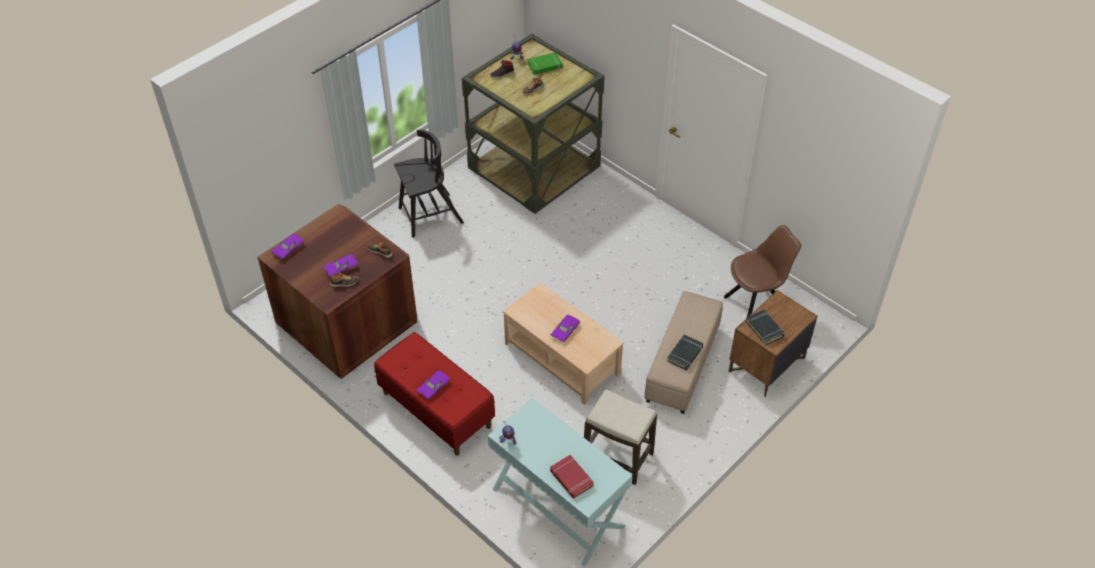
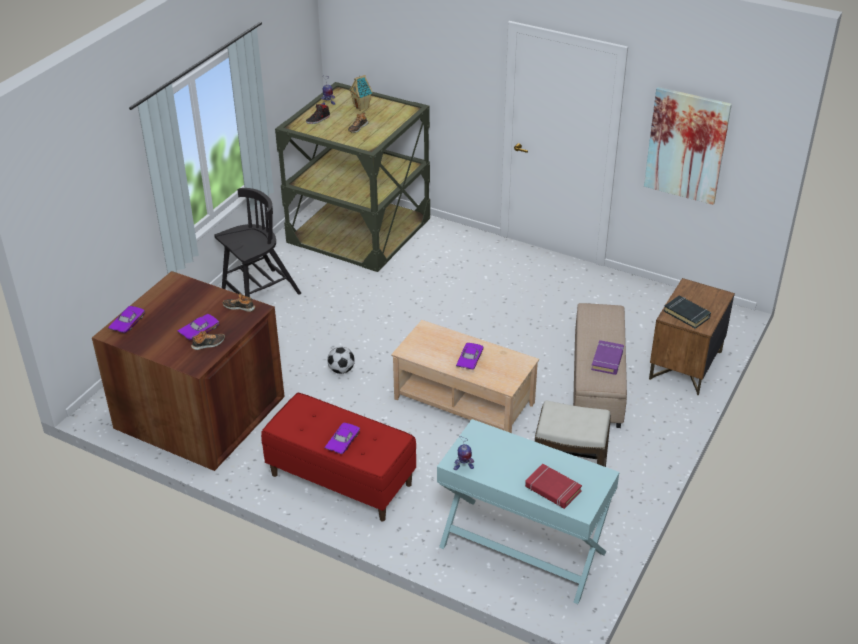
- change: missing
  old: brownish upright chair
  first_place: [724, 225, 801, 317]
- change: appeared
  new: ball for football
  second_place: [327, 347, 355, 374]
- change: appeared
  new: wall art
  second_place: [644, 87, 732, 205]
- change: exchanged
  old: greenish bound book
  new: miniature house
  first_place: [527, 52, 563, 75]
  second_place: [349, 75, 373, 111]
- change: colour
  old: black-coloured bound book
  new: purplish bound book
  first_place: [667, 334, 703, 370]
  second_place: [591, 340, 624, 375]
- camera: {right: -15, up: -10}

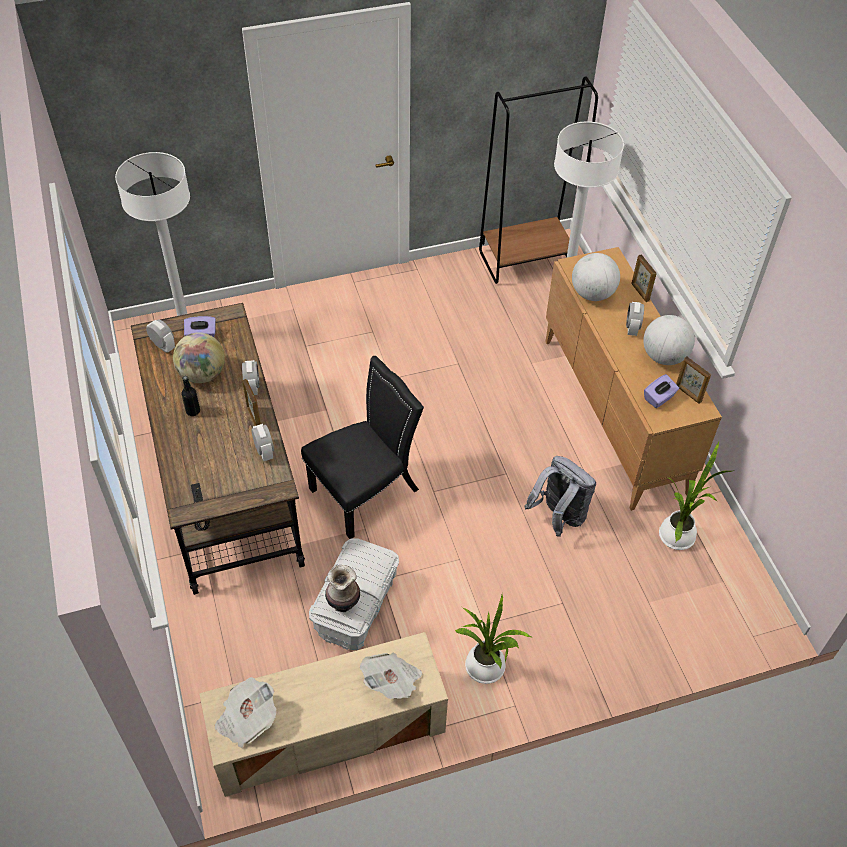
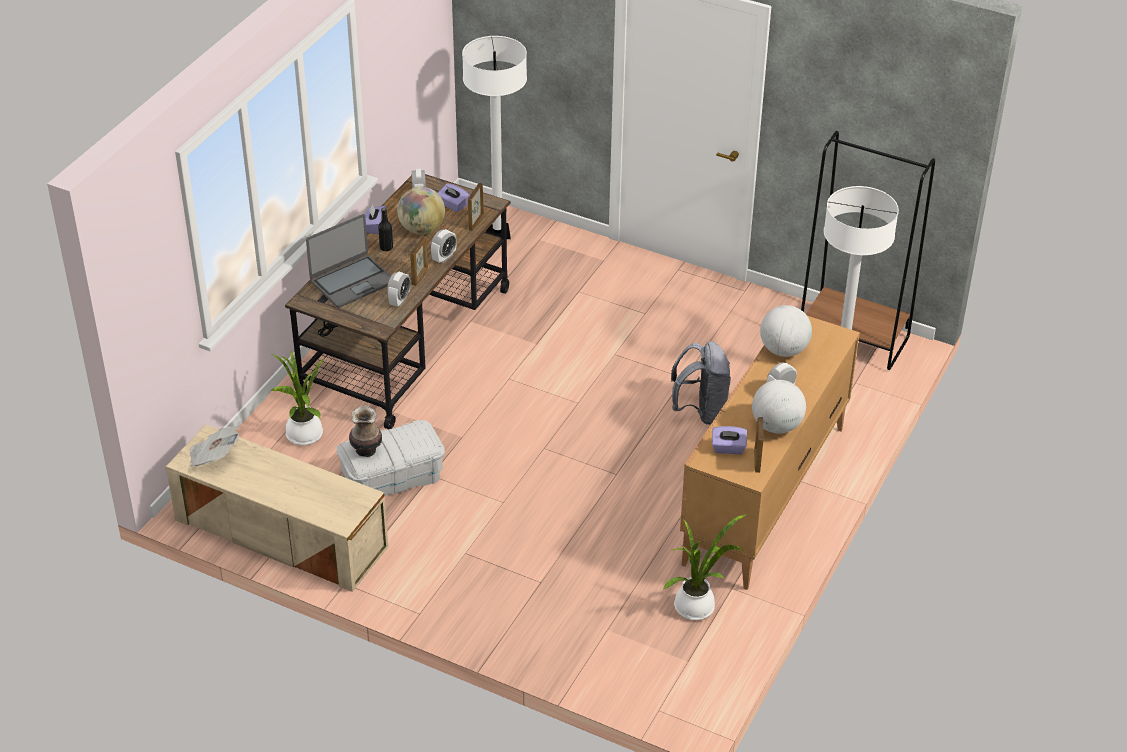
- change: missing
  old: black-coloured upright chair
  first_place: [301, 356, 424, 539]
- change: missing
  old: daily paper
  first_place: [360, 652, 423, 699]
- change: appeared
  new: laptop
  second_place: [306, 214, 391, 308]
- change: appeared
  new: purplish tissue box
  second_place: [365, 204, 386, 234]
- change: relocated
  old: houseplant
  first_place: [455, 594, 531, 684]
  second_place: [270, 351, 323, 446]
- change: relocated
  old: gray knapsack
  first_place: [524, 456, 596, 537]
  second_place: [671, 341, 730, 425]
- change: relocated
  old: standing frame
  first_place: [631, 254, 656, 302]
  second_place: [468, 183, 484, 231]
- camera: {right: 45, up: -10}

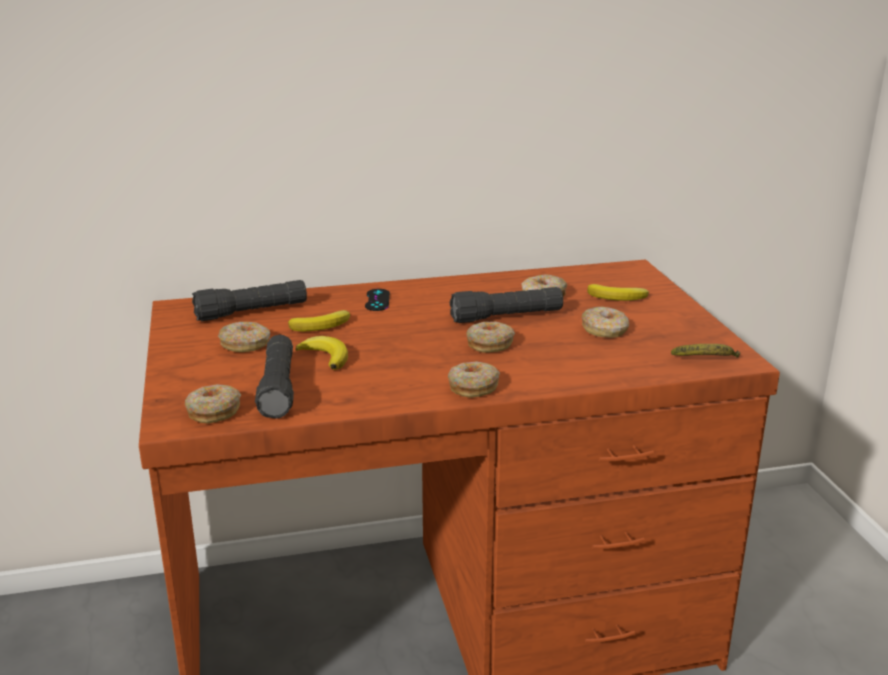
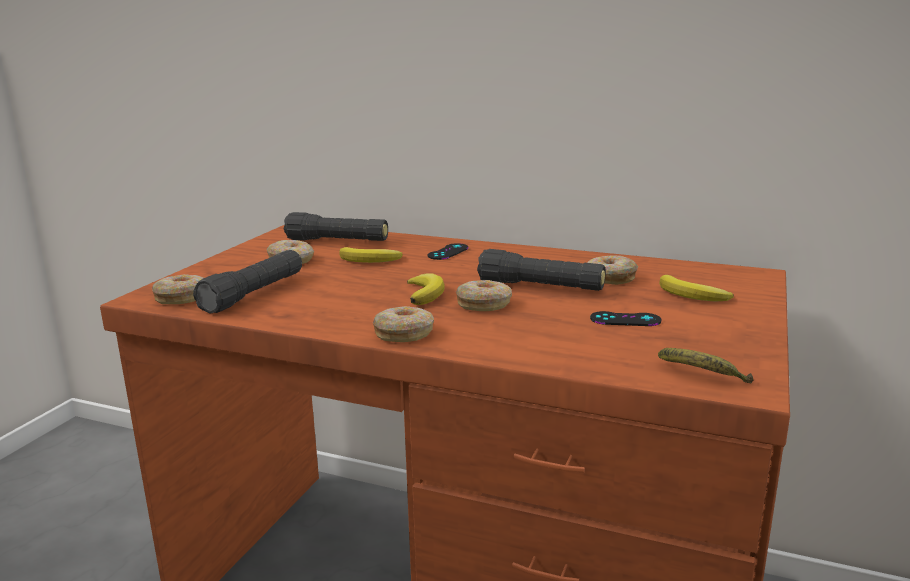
- change: relocated
  old: banana fruit
  first_place: [295, 336, 348, 370]
  second_place: [407, 273, 444, 305]
- change: exchanged
  old: ring doughnut
  new: black-coloured gamepad
  first_place: [582, 307, 629, 338]
  second_place: [590, 311, 661, 326]
- camera: {right: 35, up: -5}

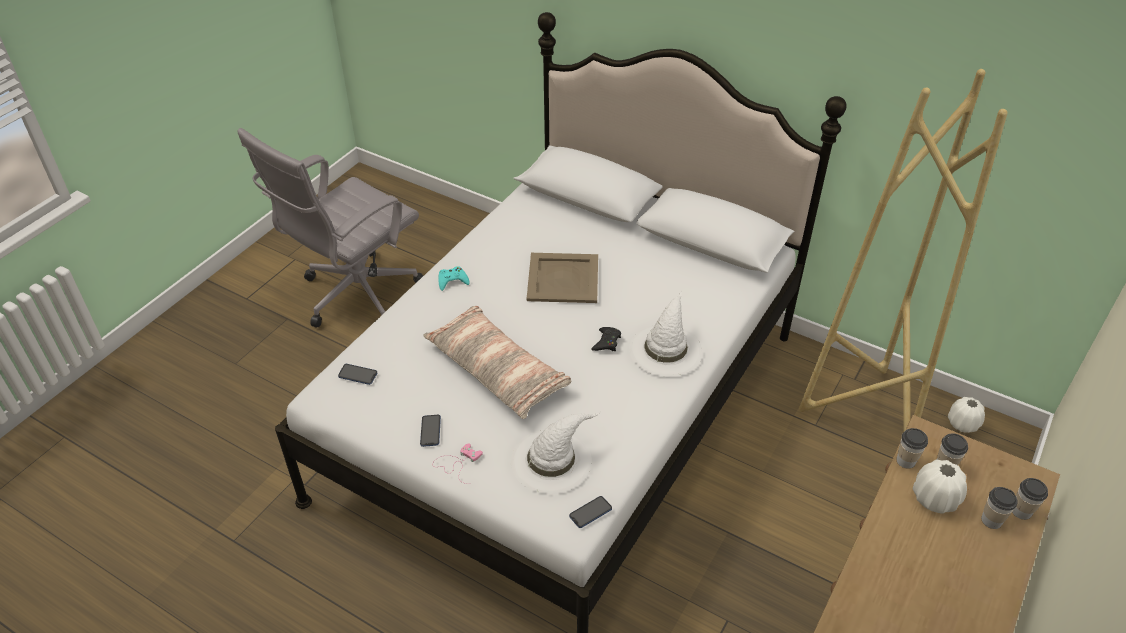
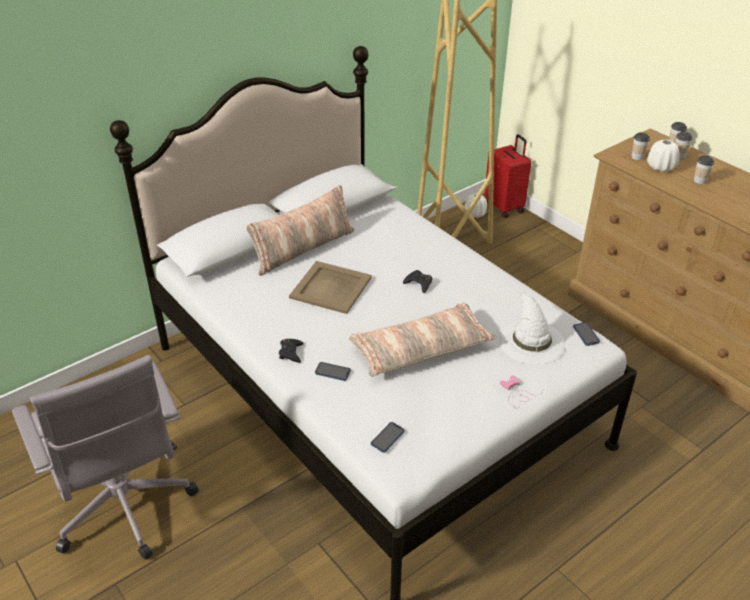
- change: missing
  old: whitish clothing hat
  first_place: [629, 291, 702, 377]
- change: appeared
  new: cushion
  second_place: [246, 185, 354, 276]
- change: appeared
  new: reddish piece of luggage
  second_place: [484, 134, 531, 218]
- change: relocated
  old: telephone
  first_place: [420, 415, 441, 447]
  second_place: [315, 362, 351, 381]
- change: relocated
  old: drinking cup
  first_place: [897, 428, 928, 469]
  second_place: [694, 155, 714, 184]
- change: colour
  old: turquoise-coloured gamepad
  new: black-coloured gamepad
  first_place: [438, 266, 470, 291]
  second_place: [279, 339, 304, 363]
- camera: {right: -70, up: -5}

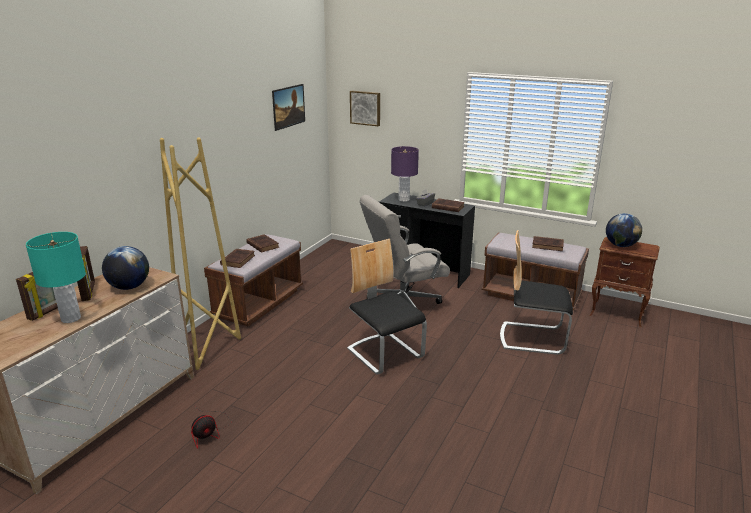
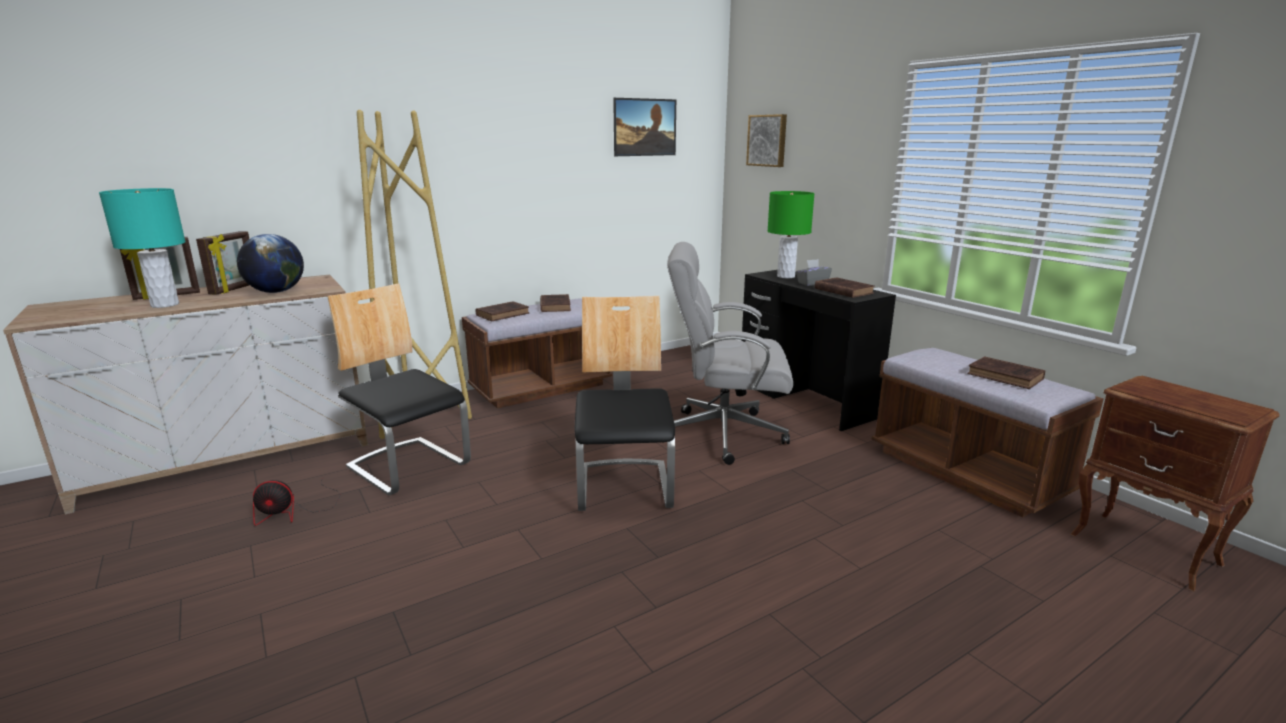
- change: missing
  old: world globe
  first_place: [606, 213, 642, 247]
- change: relocated
  old: upright chair
  first_place: [500, 230, 573, 355]
  second_place: [327, 283, 471, 495]
- change: colour
  old: purplish tabletop lamp
  new: greenish tabletop lamp
  first_place: [391, 146, 419, 202]
  second_place: [767, 191, 815, 278]
- camera: {right: 30, up: -5}

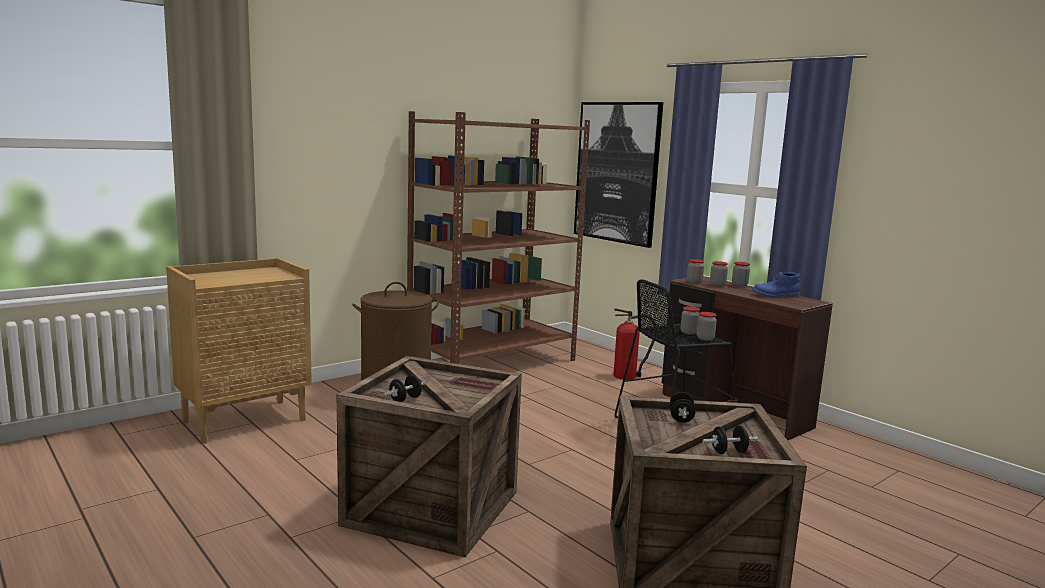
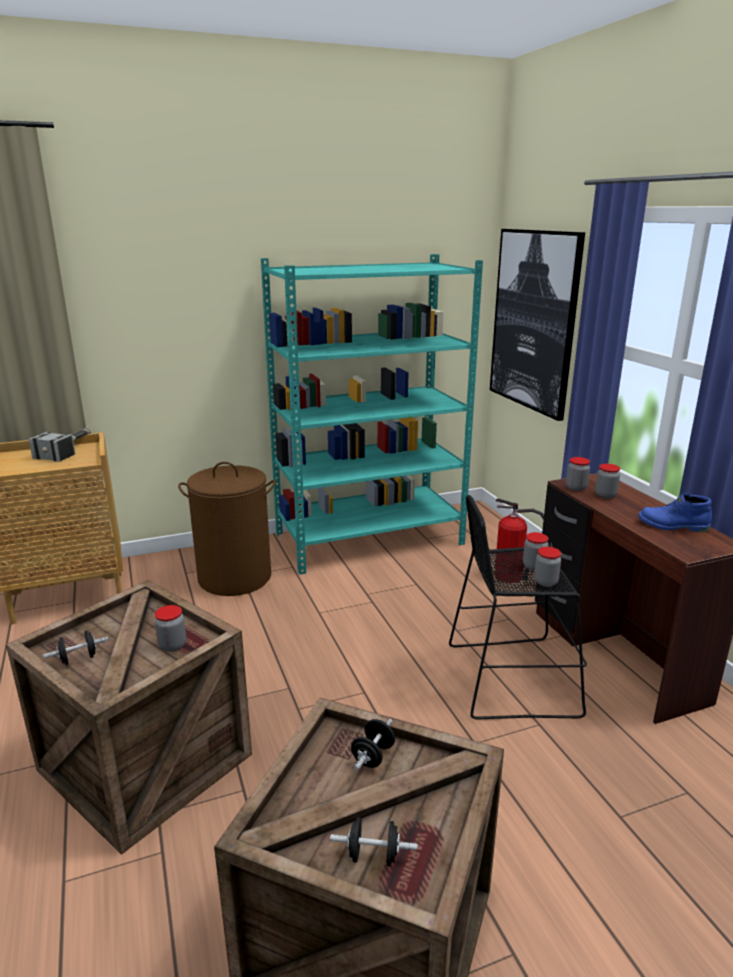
- change: appeared
  new: tool hammer
  second_place: [29, 427, 91, 462]
- change: relocated
  old: preserve jar
  first_place: [732, 262, 750, 287]
  second_place: [155, 605, 186, 652]
- change: colour
  old: brownish bookshelf
  new: turquoise-coloured bookshelf
  first_place: [407, 111, 590, 364]
  second_place: [261, 254, 483, 575]
- camera: {right: 20, up: 10}

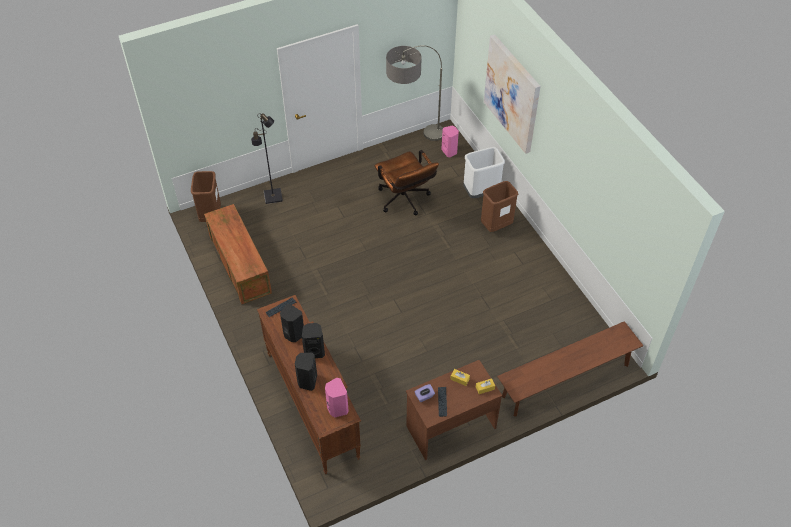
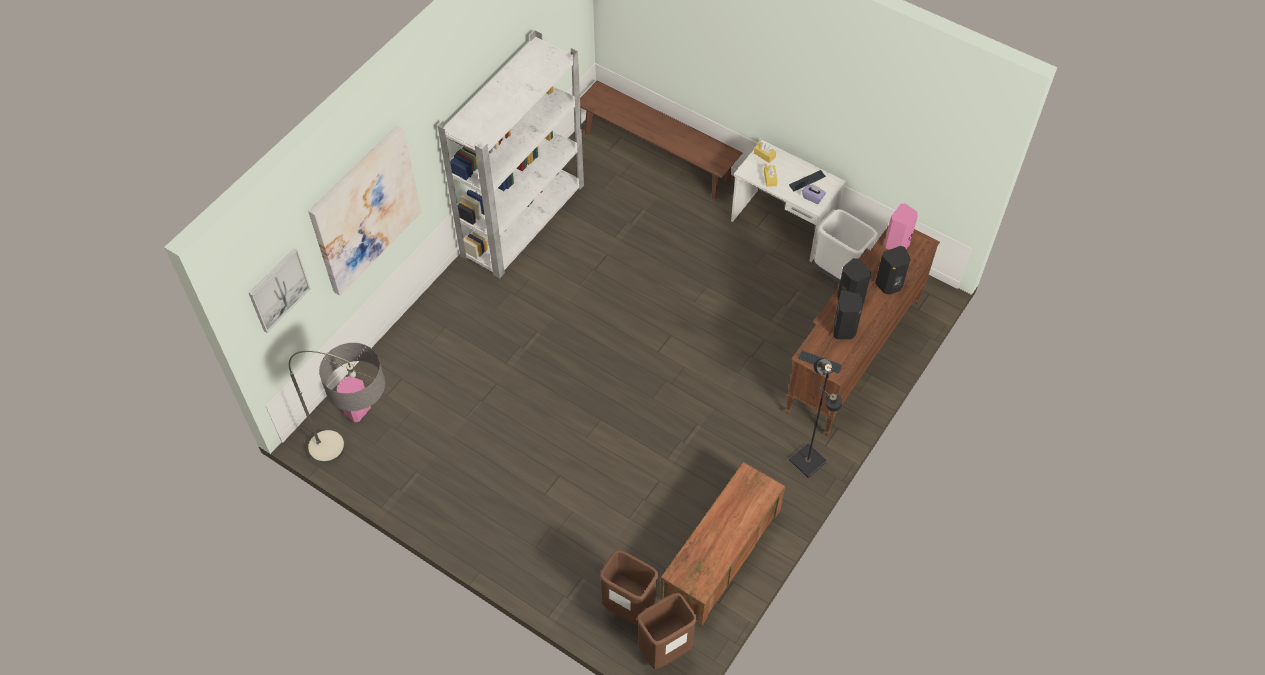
- change: missing
  old: brownish desk chair
  first_place: [375, 150, 439, 216]
- change: appeared
  new: wall art
  second_place: [249, 249, 311, 333]
- change: appeared
  new: whitish bookshelf
  second_place: [438, 31, 584, 279]
- change: relocated
  old: black-coloured standard lamp
  first_place: [251, 113, 283, 204]
  second_place: [789, 358, 842, 478]
- change: relocated
  old: whitish waste bin
  first_place: [464, 147, 505, 198]
  second_place: [814, 209, 878, 283]
- change: relocated
  old: brownish waste bin
  first_place: [481, 181, 518, 232]
  second_place: [600, 550, 658, 625]
- change: colour
  old: brownish desk
  new: whitish desk
  first_place: [406, 360, 502, 460]
  second_place: [731, 140, 846, 262]
- camera: {right: -120, up: 5}

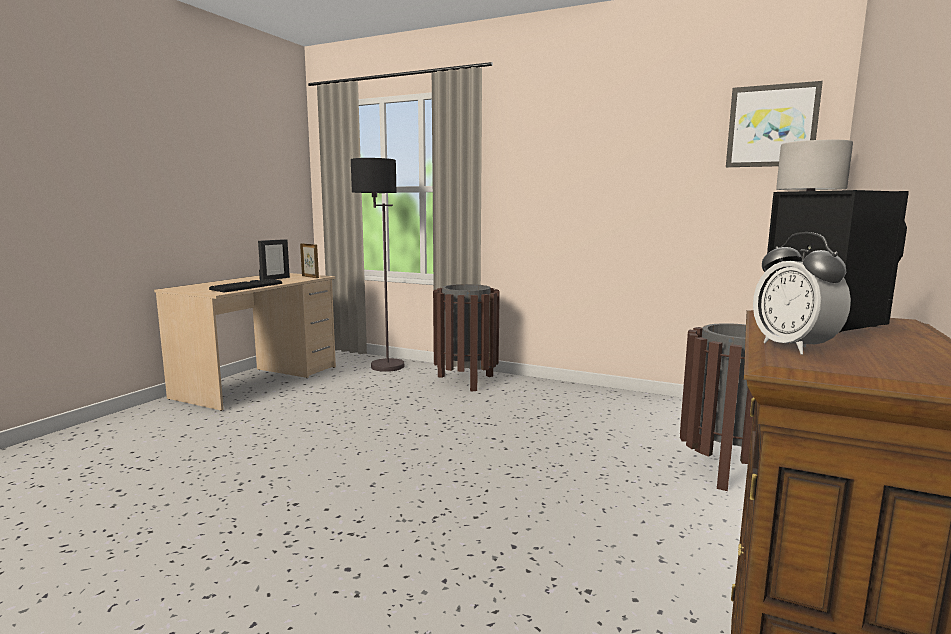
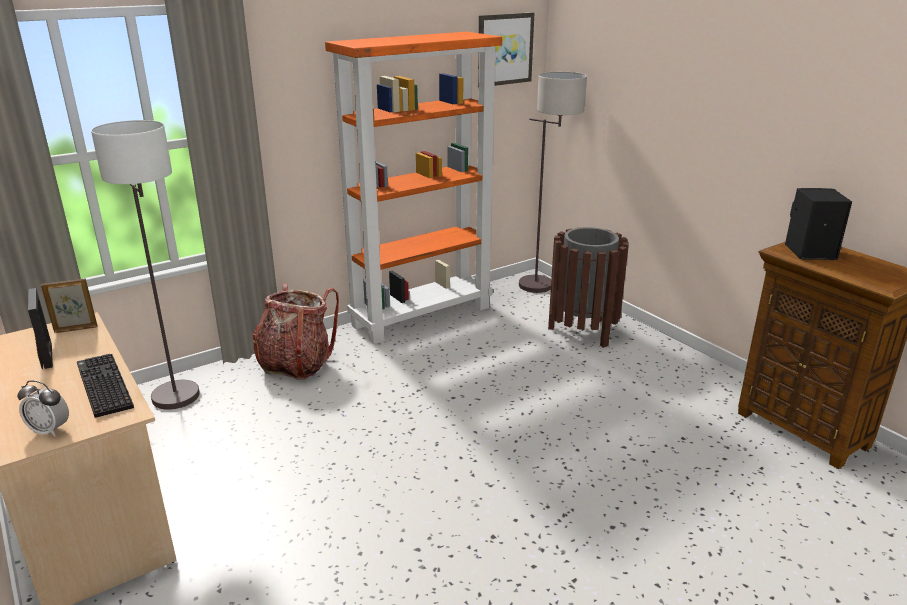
- change: appeared
  new: orange-coloured bookshelf
  second_place: [325, 32, 502, 344]
- change: relocated
  old: alarm clock
  first_place: [753, 232, 851, 355]
  second_place: [17, 380, 69, 437]
- change: exchanged
  old: brownish waste bin
  new: knapsack
  first_place: [433, 284, 500, 391]
  second_place: [253, 284, 339, 380]
- change: colour
  old: black-coloured standard lamp
  new: whitish standard lamp
  first_place: [351, 158, 404, 372]
  second_place: [91, 120, 200, 410]
- camera: {right: -60, up: 15}

